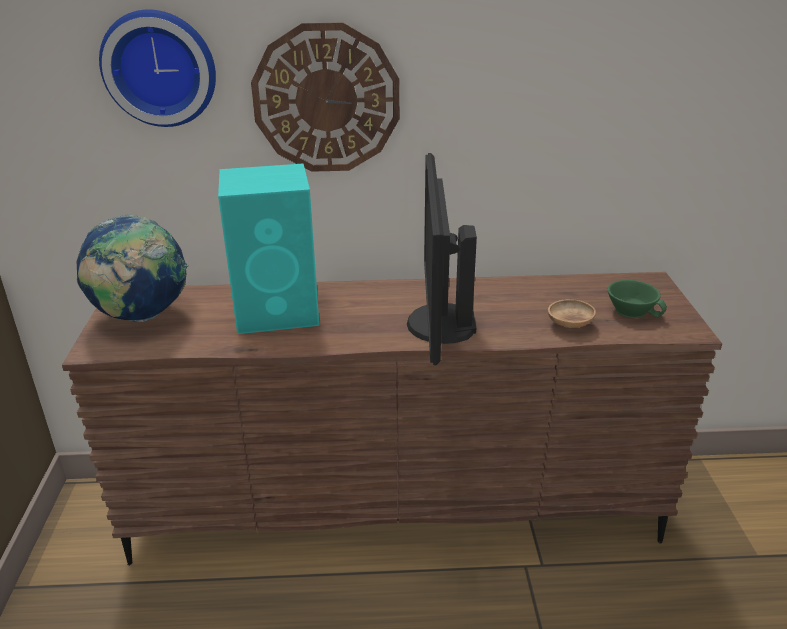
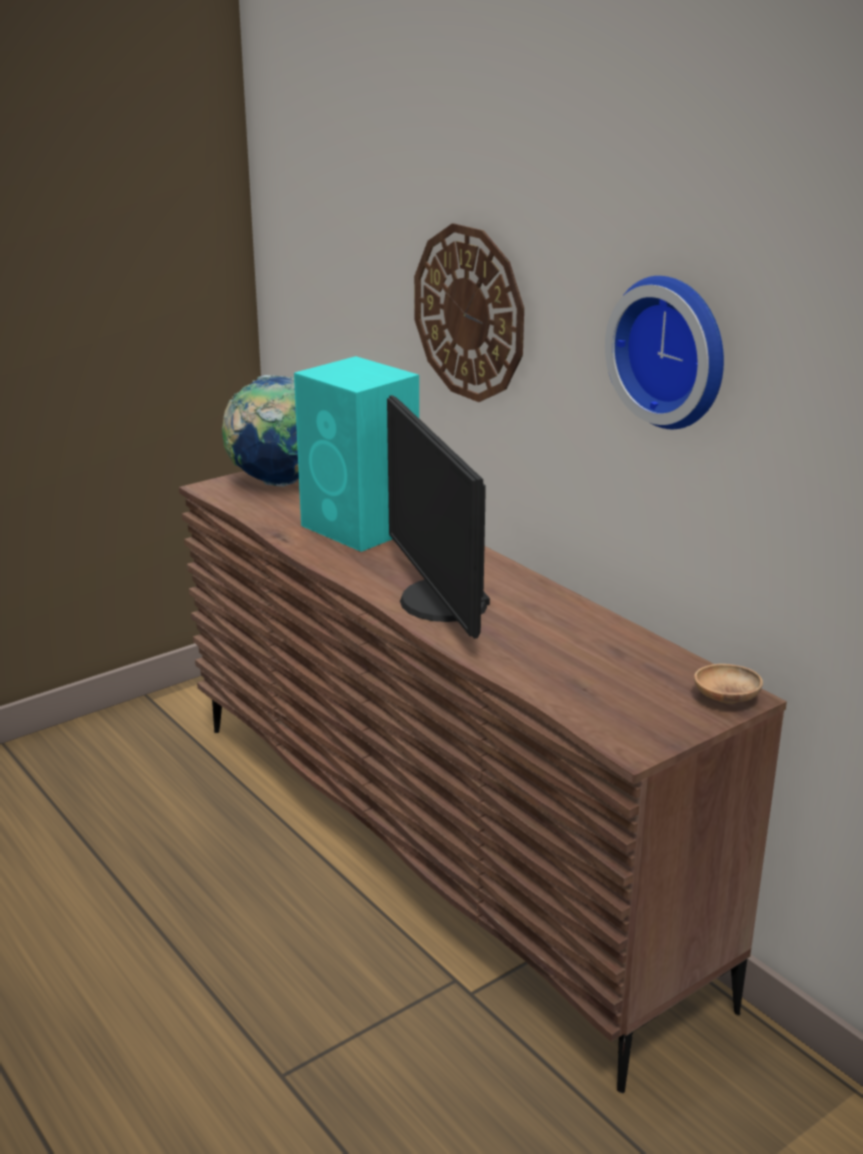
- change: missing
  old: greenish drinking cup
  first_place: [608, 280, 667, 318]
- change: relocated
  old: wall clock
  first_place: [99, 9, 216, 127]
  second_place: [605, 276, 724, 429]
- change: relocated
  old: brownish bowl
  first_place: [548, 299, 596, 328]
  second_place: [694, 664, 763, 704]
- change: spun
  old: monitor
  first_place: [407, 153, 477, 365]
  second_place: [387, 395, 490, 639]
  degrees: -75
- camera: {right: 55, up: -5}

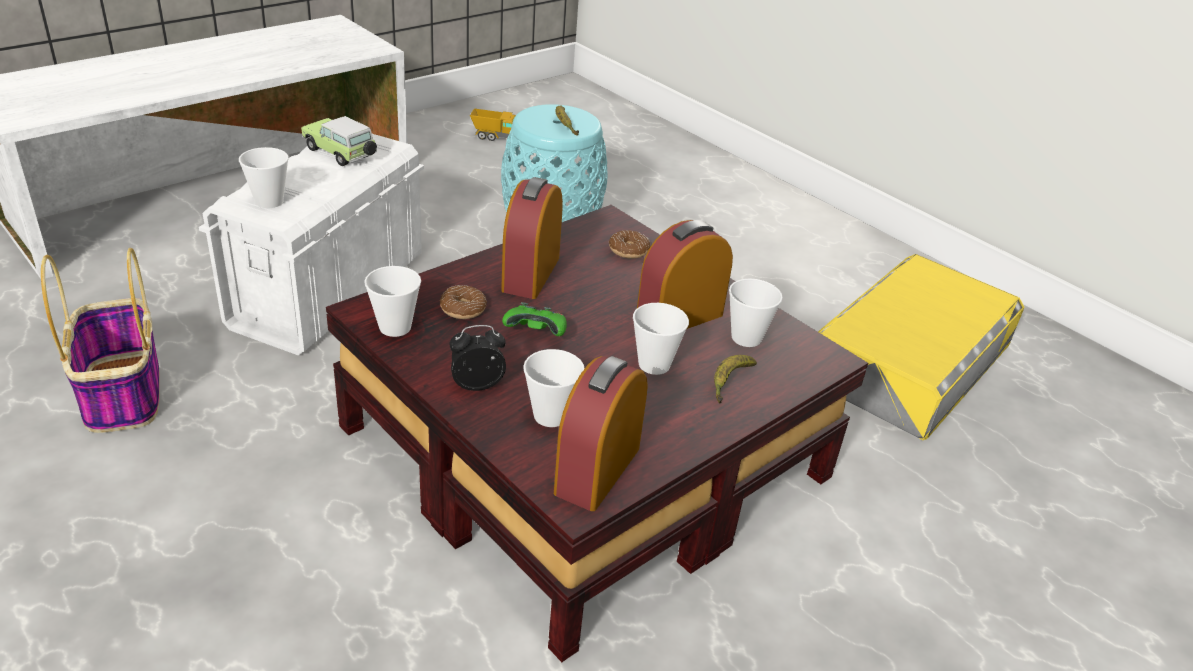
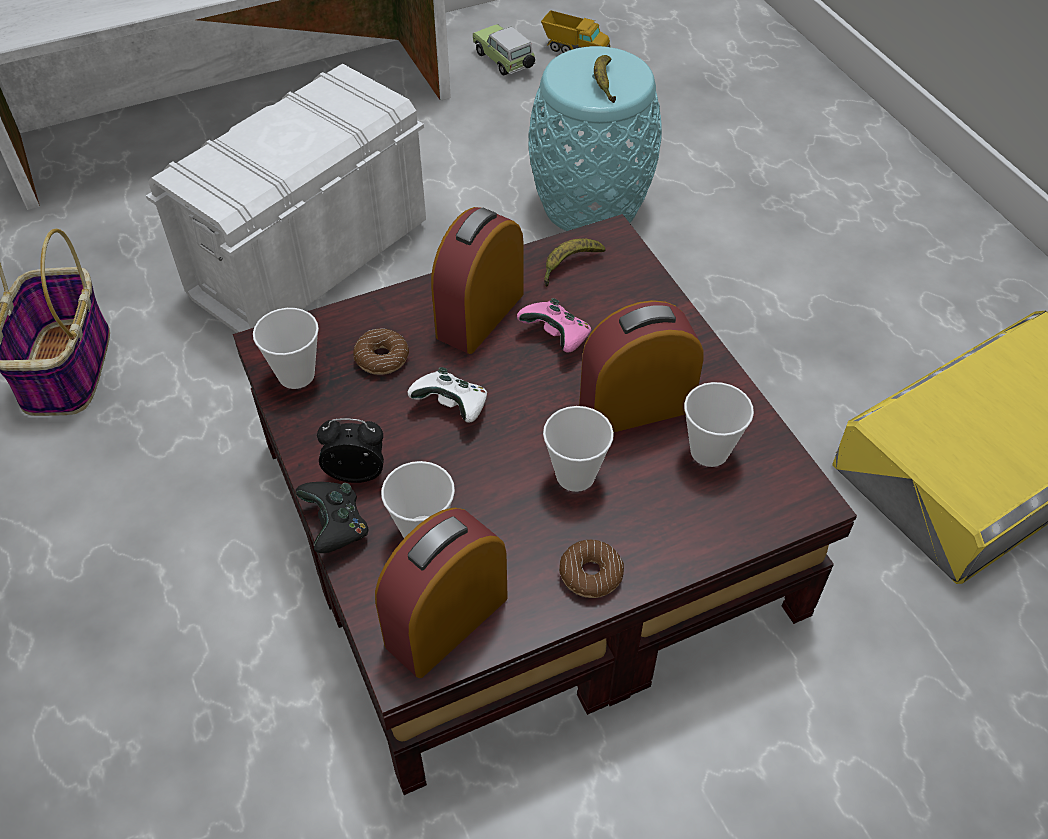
- change: missing
  old: drinking cup
  first_place: [239, 147, 289, 208]
- change: appeared
  new: black-coloured gamepad
  second_place: [295, 482, 369, 553]
- change: appeared
  new: pinkish gamepad
  second_place: [517, 298, 591, 353]
- change: relocated
  old: model car
  first_place: [301, 116, 377, 166]
  second_place: [473, 24, 536, 76]
- change: relocated
  old: ring doughnut
  first_place: [609, 230, 650, 259]
  second_place: [559, 540, 624, 598]
- change: relocated
  old: banana fruit
  first_place: [714, 355, 757, 404]
  second_place: [544, 238, 605, 287]
- change: colour
  old: greenish gamepad
  new: whitish gamepad
  first_place: [502, 302, 567, 336]
  second_place: [408, 367, 487, 423]
- camera: {right: 20, up: 15}

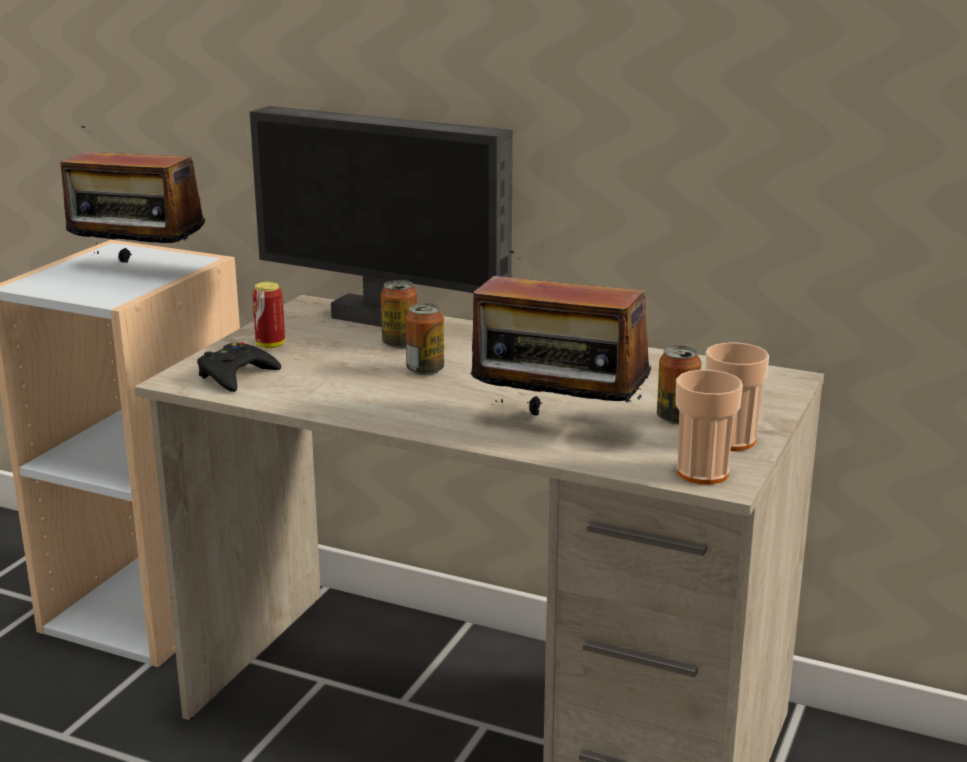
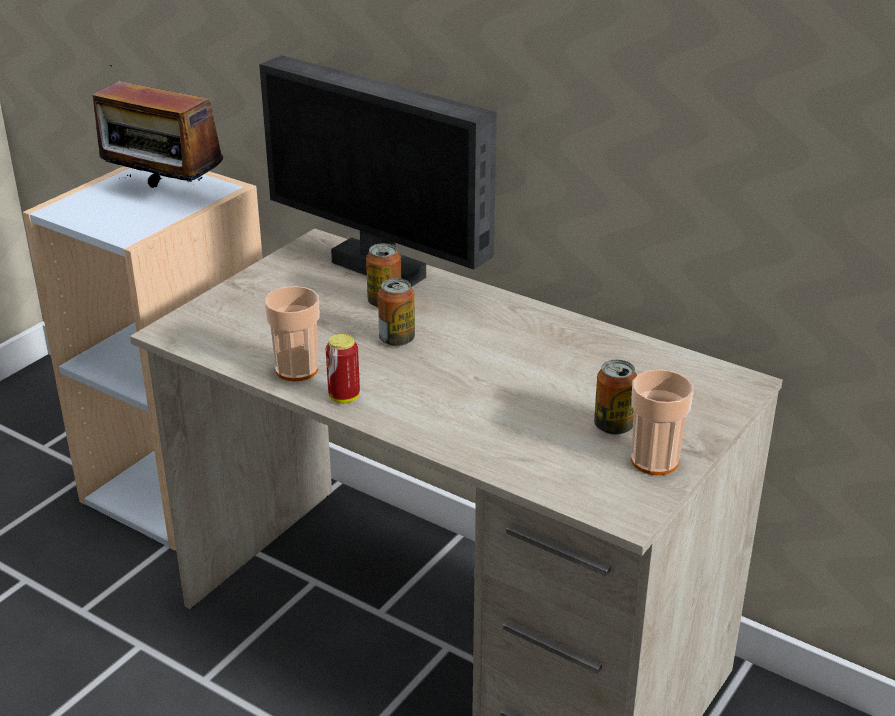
- change: missing
  old: black-coloured gamepad
  first_place: [197, 342, 281, 392]
- change: missing
  old: radio set
  first_place: [457, 251, 651, 415]
- change: relocated
  old: sealed can
  first_place: [252, 282, 285, 348]
  second_place: [326, 334, 360, 403]
- change: relocated
  old: drinking cup
  first_place: [676, 370, 743, 484]
  second_place: [264, 286, 320, 381]
- camera: {right: 10, up: 10}

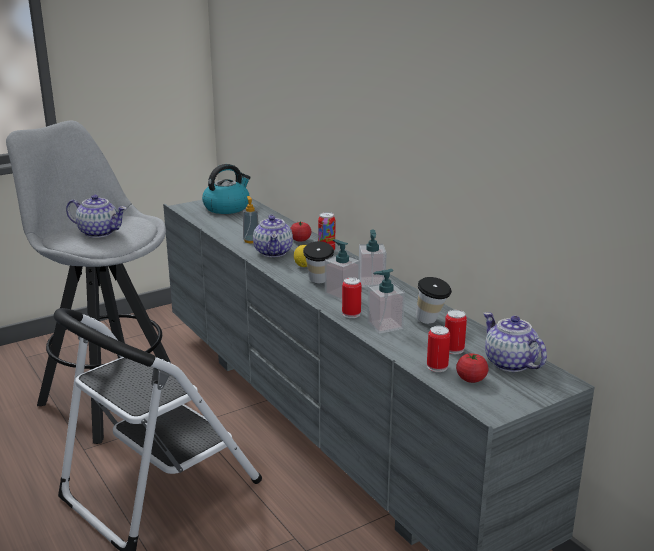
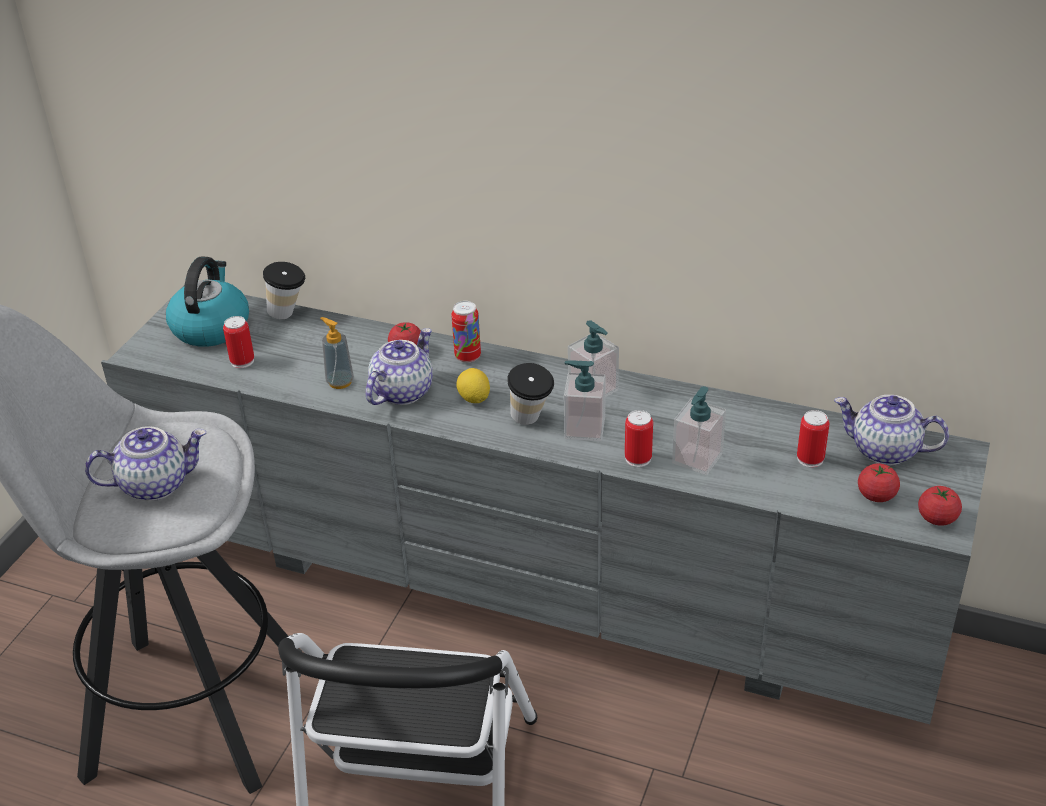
- change: appeared
  new: tomato
  second_place: [918, 486, 962, 526]
- change: relocated
  old: drinking cup
  first_place: [416, 277, 452, 324]
  second_place: [263, 262, 305, 319]
- change: relocated
  old: sealed can
  first_place: [427, 326, 450, 372]
  second_place: [223, 316, 254, 368]
- change: spun
  old: teapot
  first_place: [253, 214, 293, 257]
  second_place: [365, 328, 433, 405]
  degrees: -105
- camera: {right: -35, up: 15}

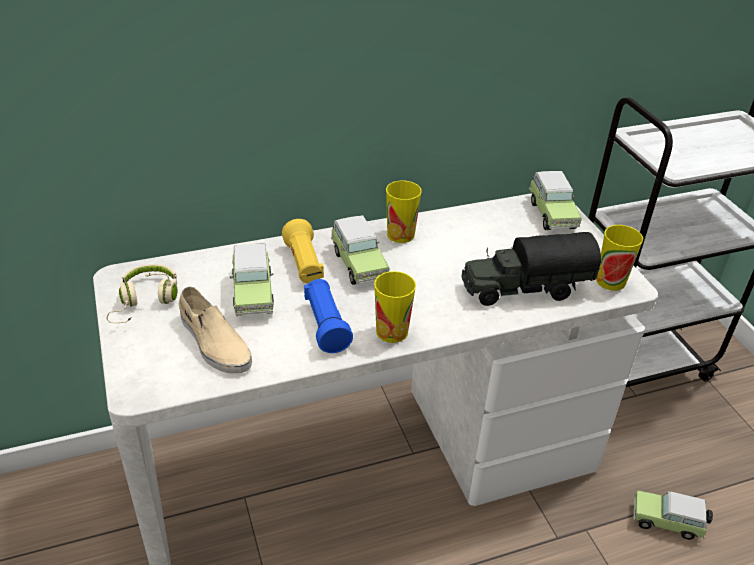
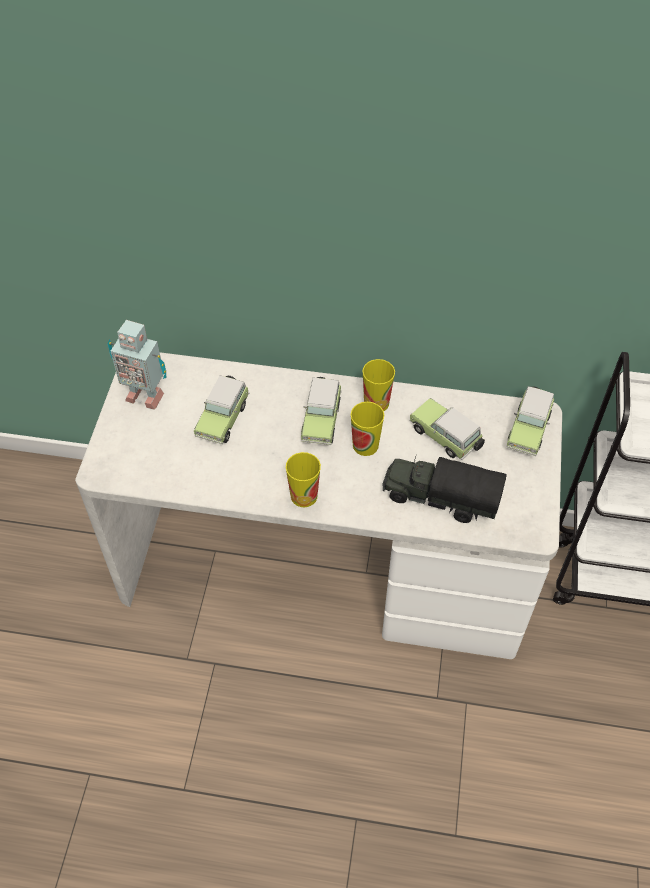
- change: missing
  old: beige-coloured low shoe
  first_place: [179, 286, 252, 373]
- change: missing
  old: yellow-coloured hand torch
  first_place: [282, 219, 324, 283]
- change: missing
  old: bluish hand torch
  first_place: [304, 279, 353, 353]
- change: relocated
  old: drinking cup
  first_place: [596, 225, 643, 291]
  second_place: [351, 402, 384, 456]
- change: relocated
  old: model car
  first_place: [633, 491, 713, 540]
  second_place: [410, 398, 485, 460]
- change: exchanged
  old: beige-coloured headphones
  new: robot figure
  first_place: [106, 264, 177, 323]
  second_place: [107, 320, 166, 410]
- camera: {right: 30, up: 15}

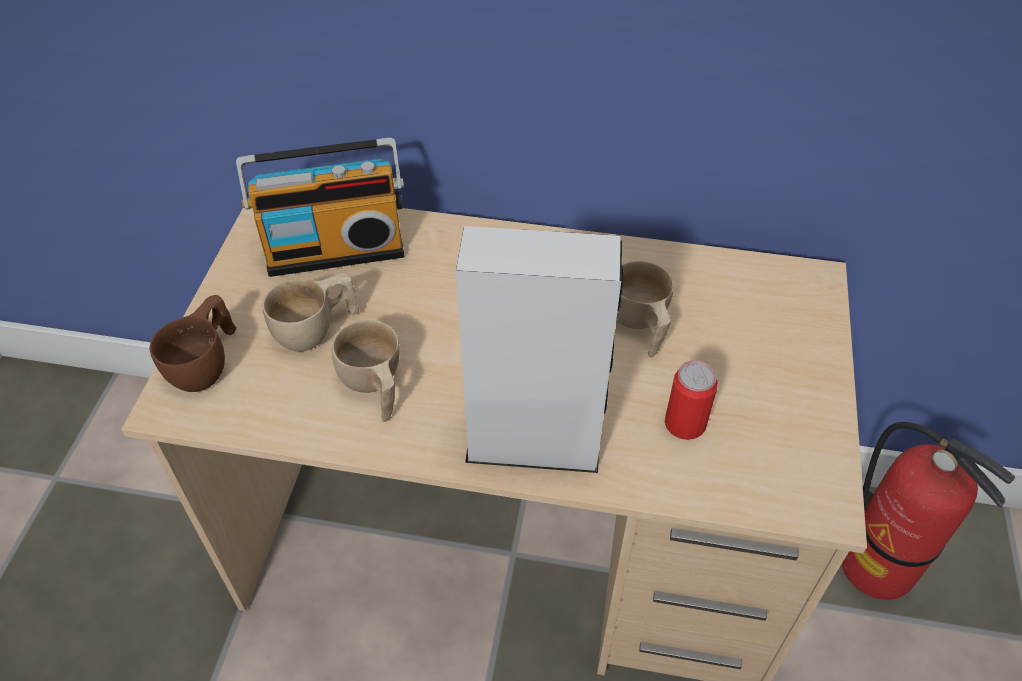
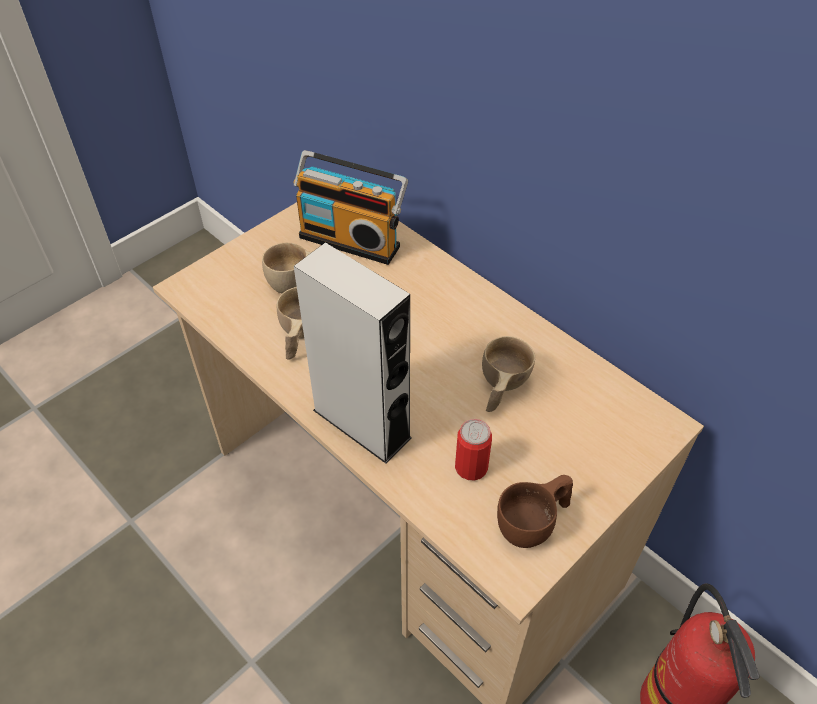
- change: relocated
  old: brownish drinking cup
  first_place: [150, 295, 236, 392]
  second_place: [497, 475, 573, 548]
- camera: {right: 35, up: 0}

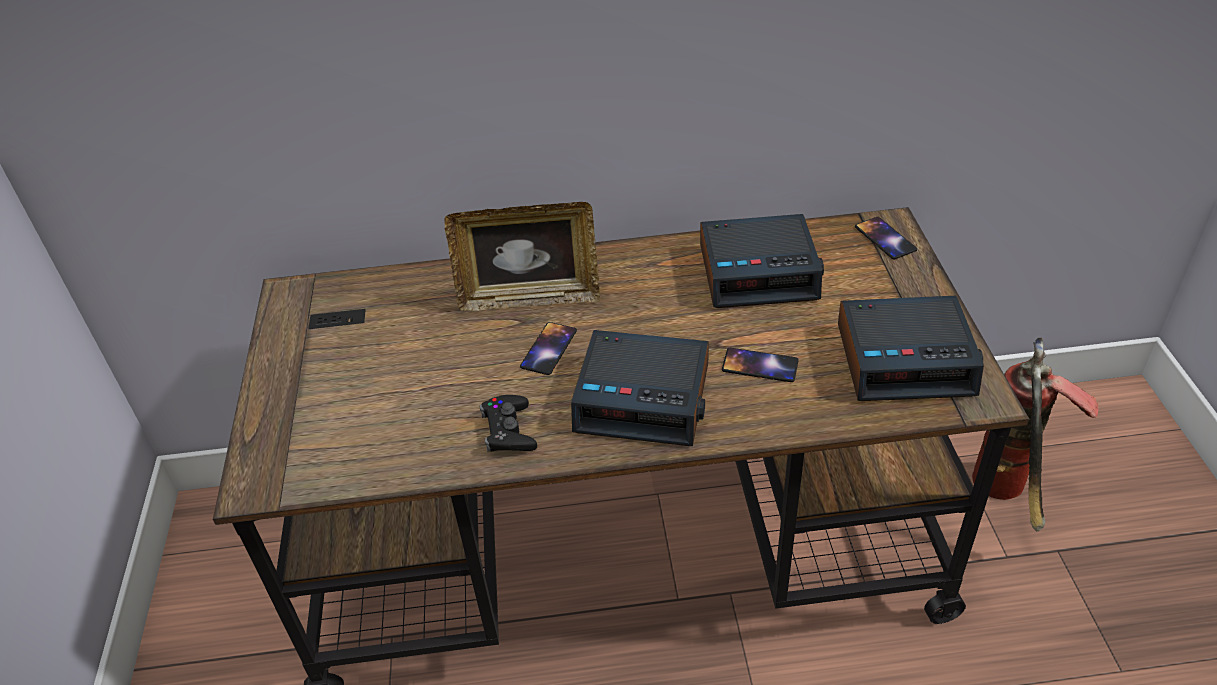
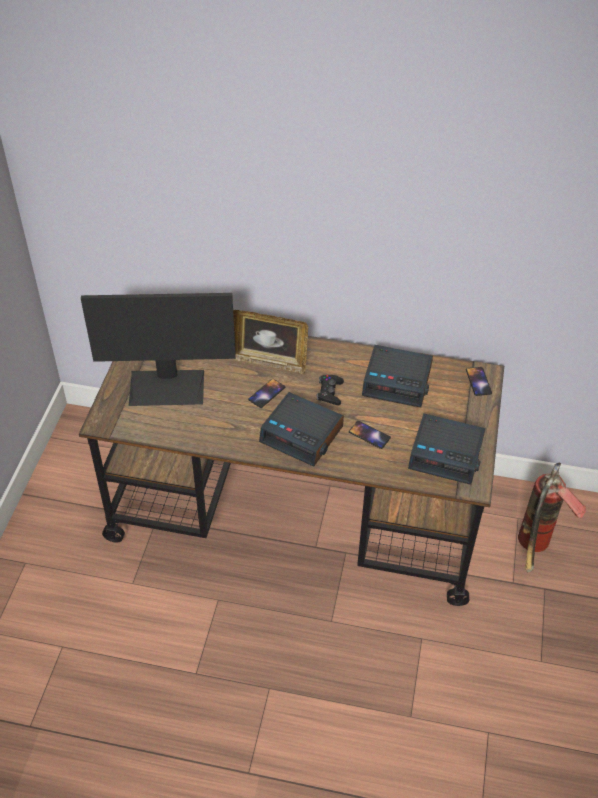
- change: appeared
  new: monitor
  second_place: [81, 293, 236, 406]
- change: relocated
  old: black-coloured gamepad
  first_place: [479, 395, 537, 452]
  second_place: [317, 375, 344, 406]
- camera: {right: 15, up: 5}

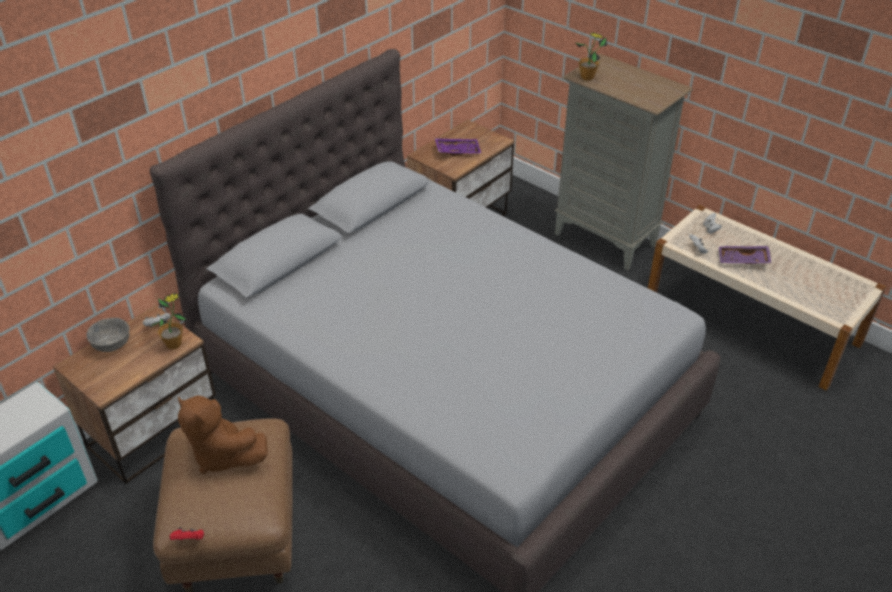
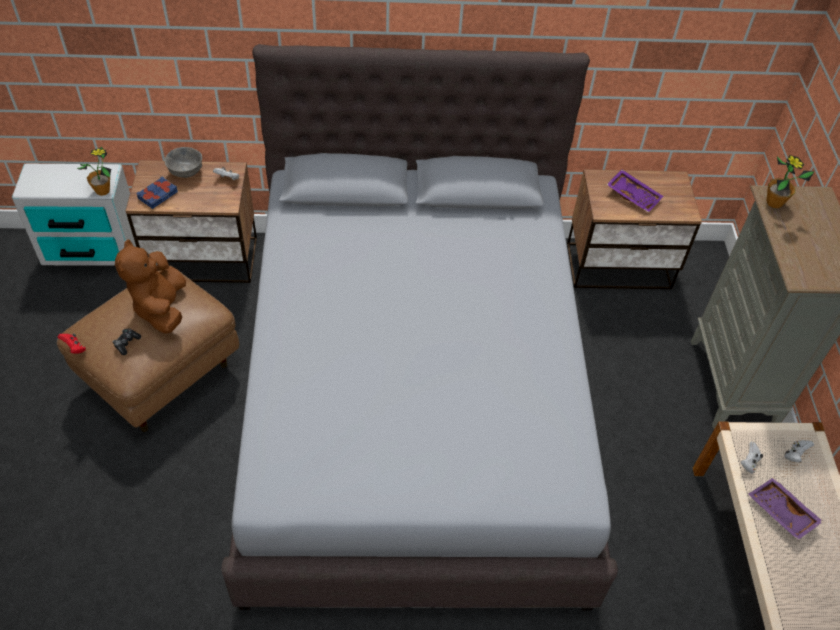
- change: appeared
  new: gamepad
  second_place: [113, 328, 141, 355]
- change: appeared
  new: bluish bound book
  second_place: [137, 176, 178, 209]
- change: relocated
  old: houseplant
  first_place: [151, 293, 186, 350]
  second_place: [77, 147, 111, 196]
- camera: {right: 45, up: 10}

